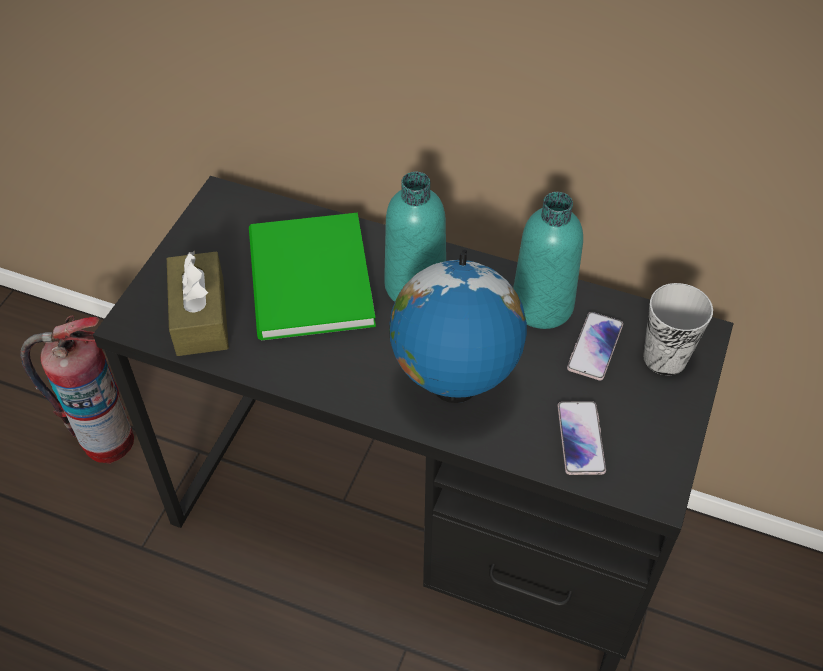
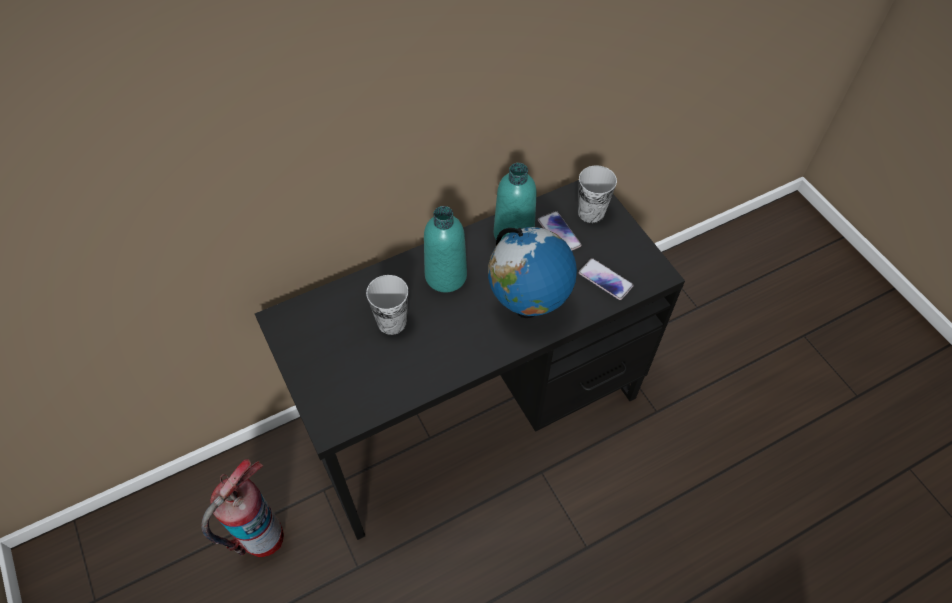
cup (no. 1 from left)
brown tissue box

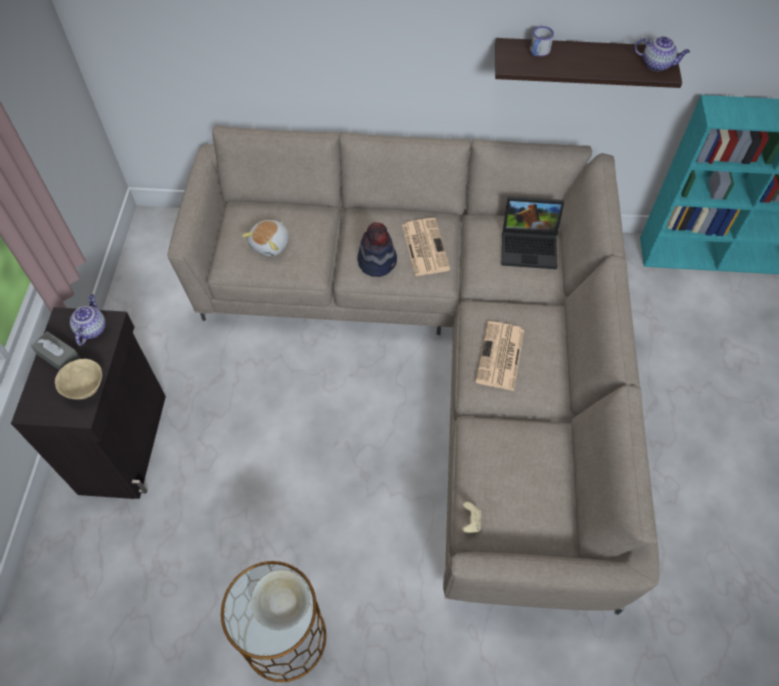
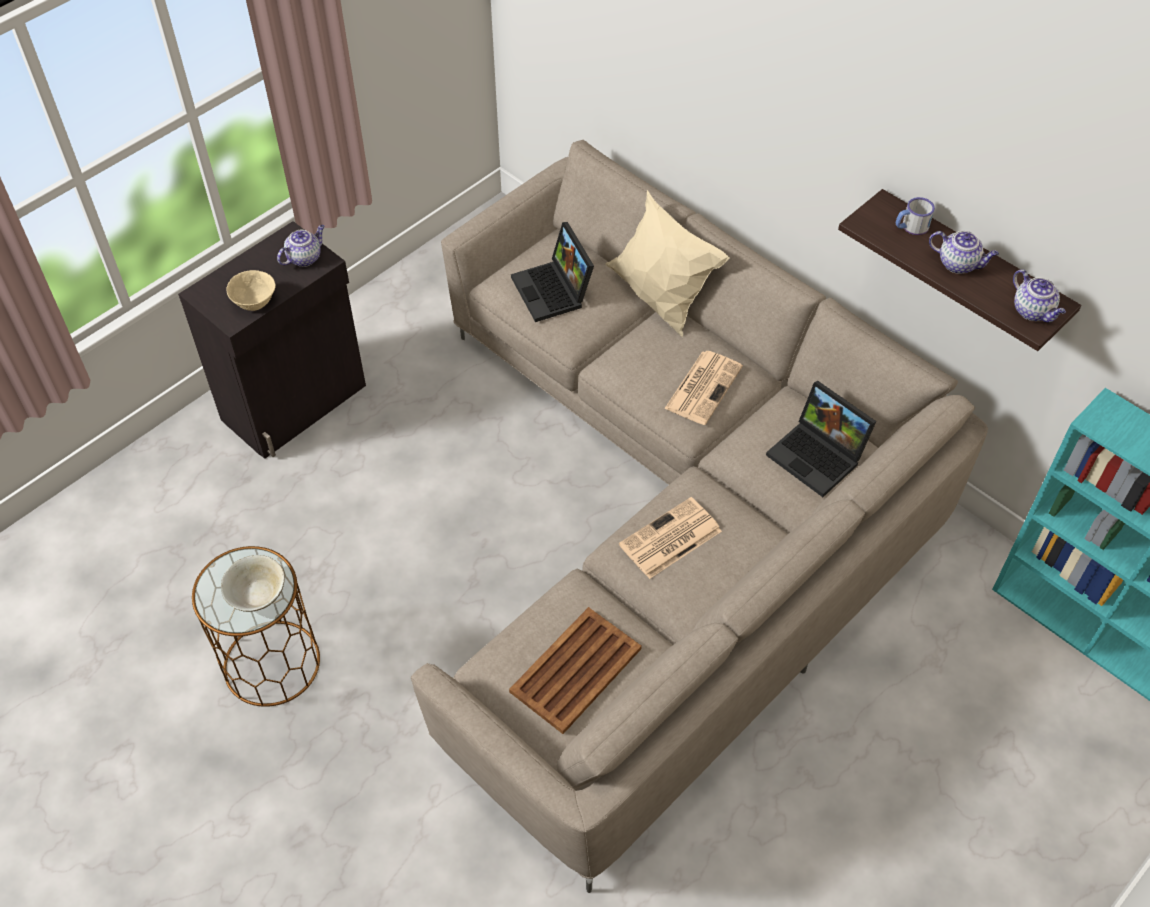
brown tray
laptop (no. 1 from left)
beige pillow
teapot (no. 2 from left)
grey tissue box
hat
beige game controller

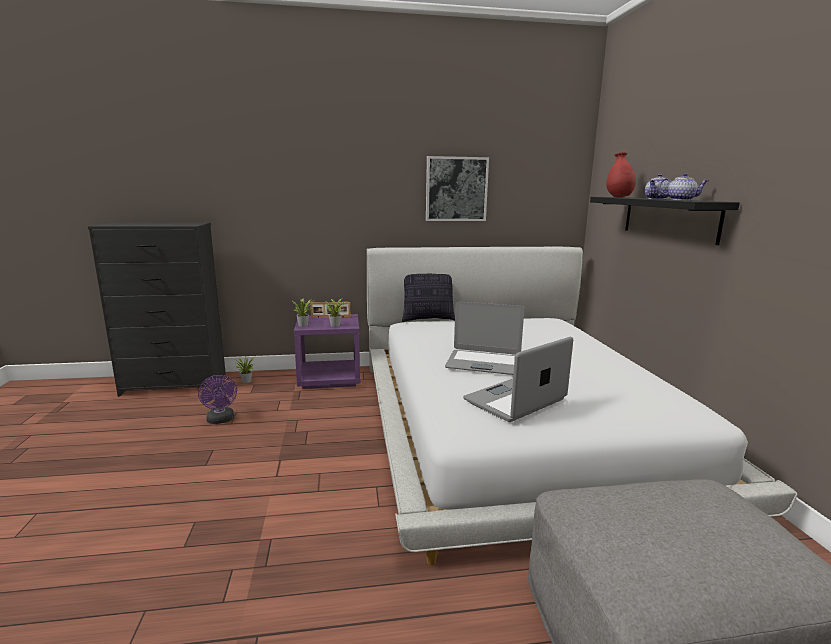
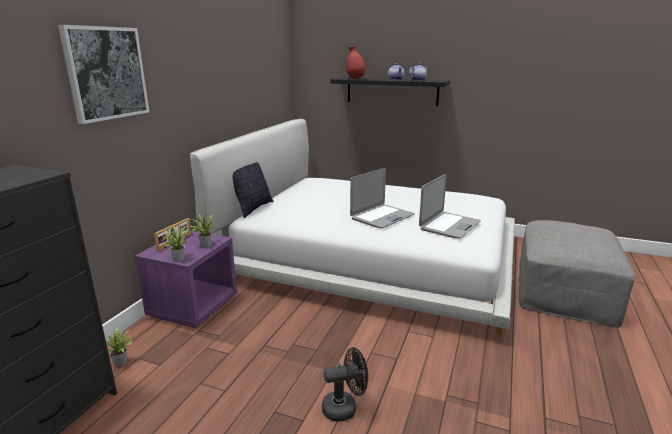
picture
black fan
laptop (no. 2 from left)
purple fan

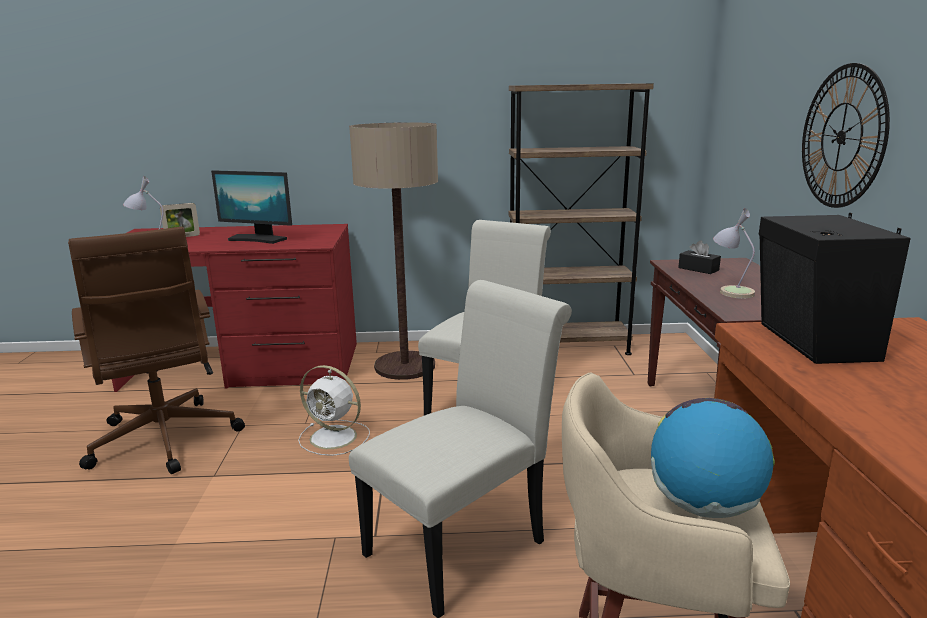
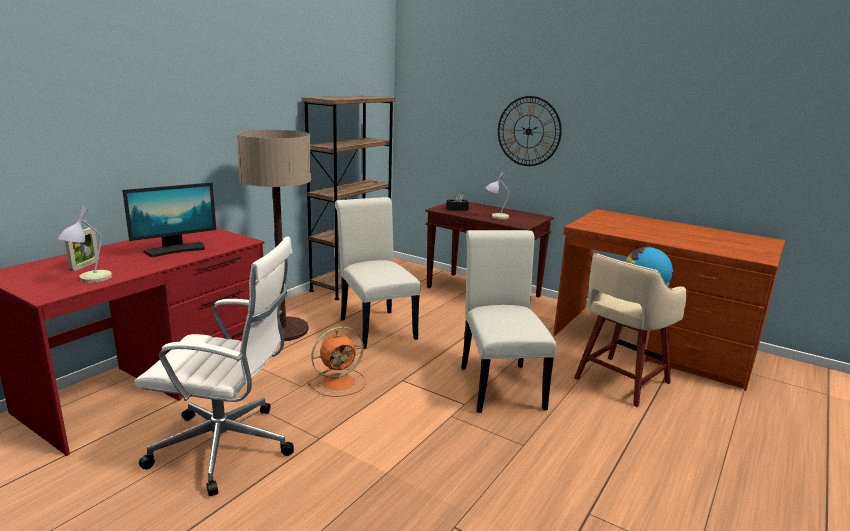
white office chair
orange fan
black speaker

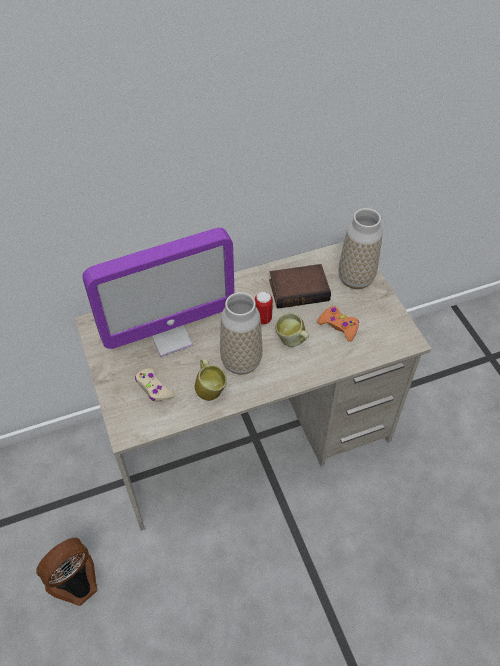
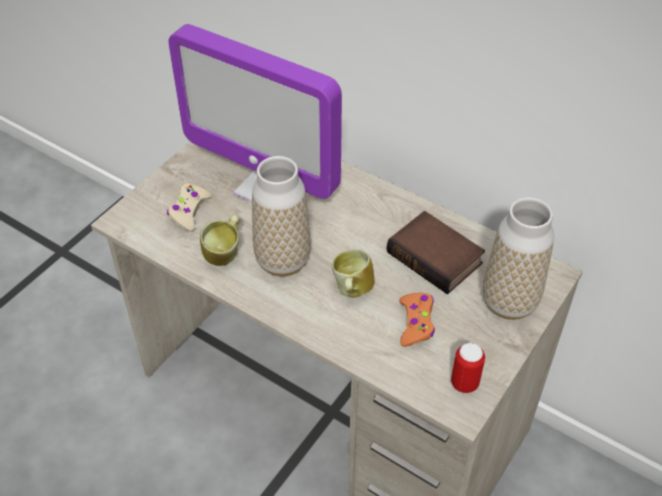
can
fan

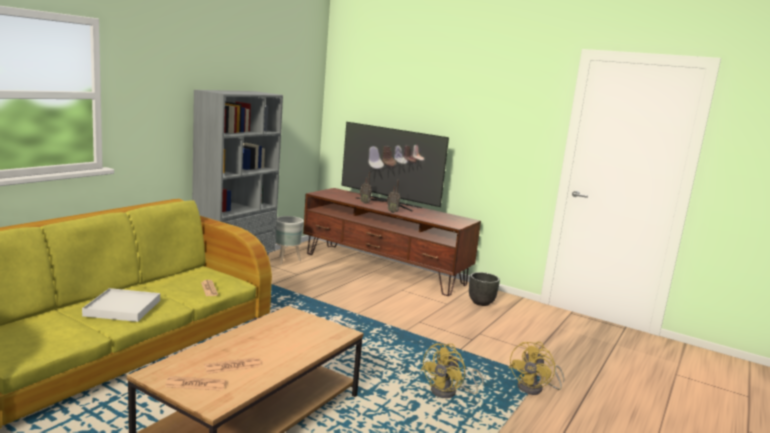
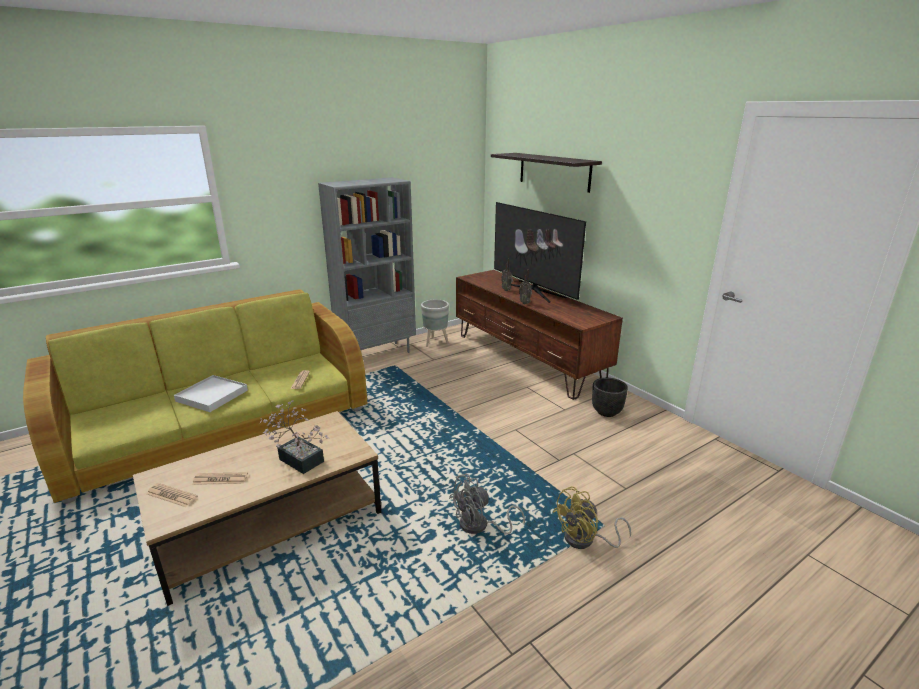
potted plant
grey fan
shelf

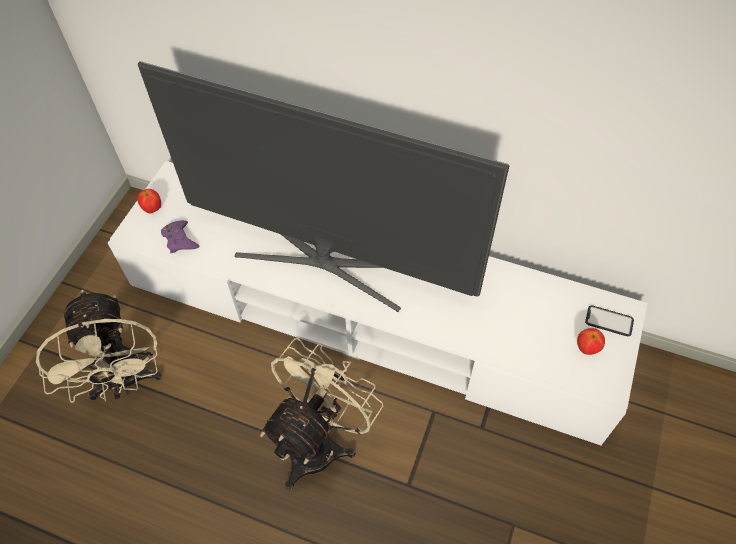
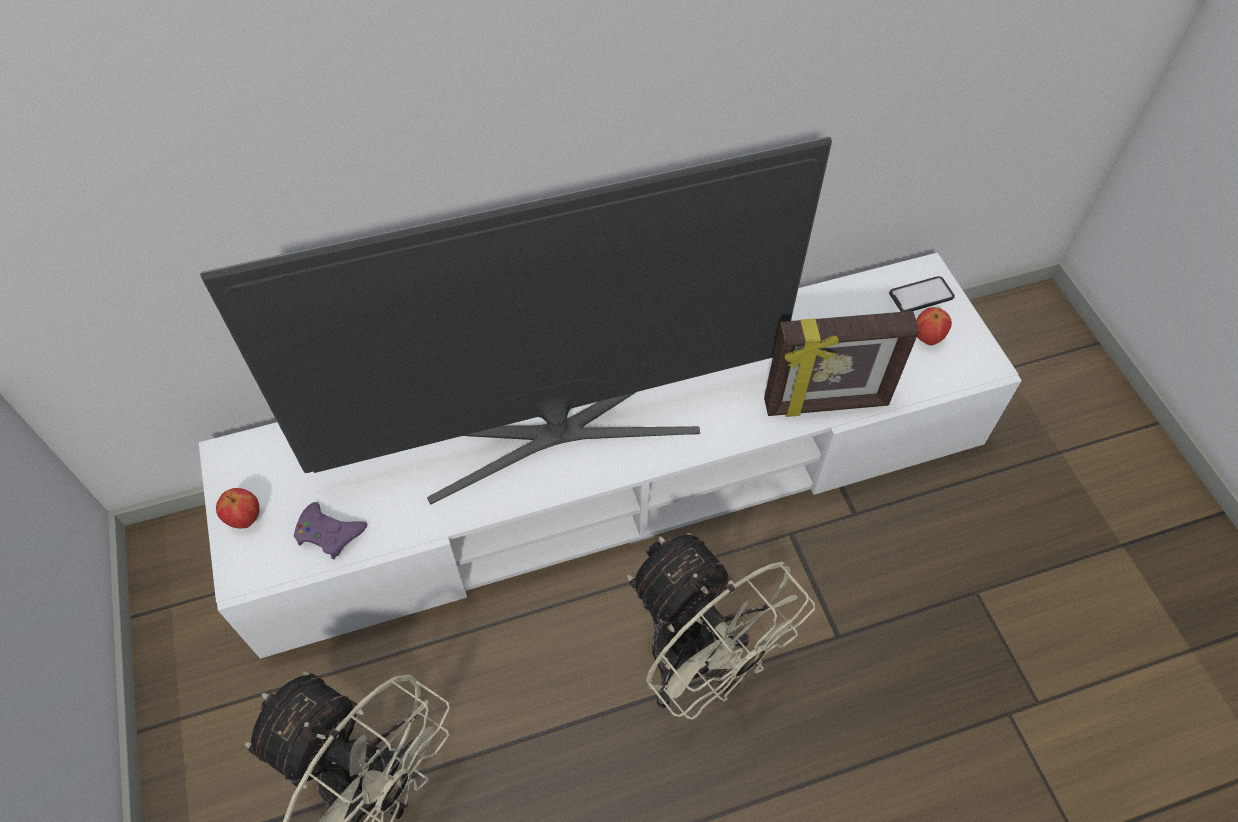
beige fan (no. 2 from left)
picture frame

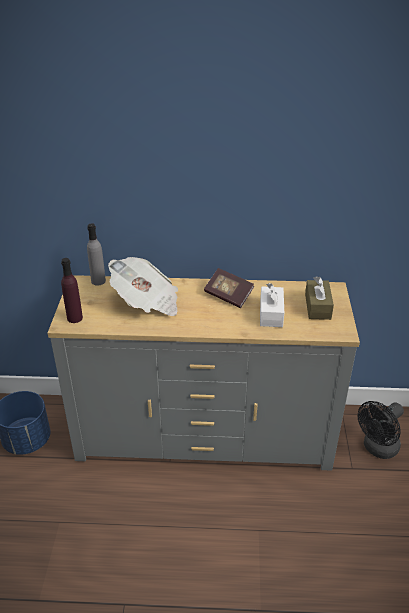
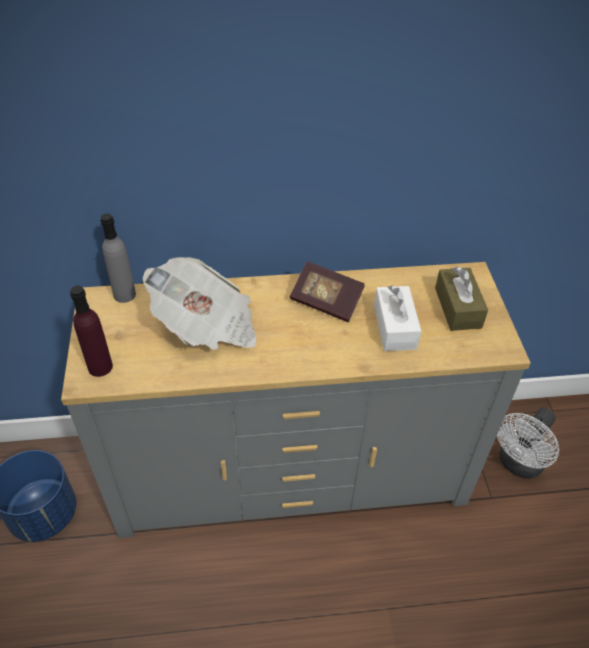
white fan

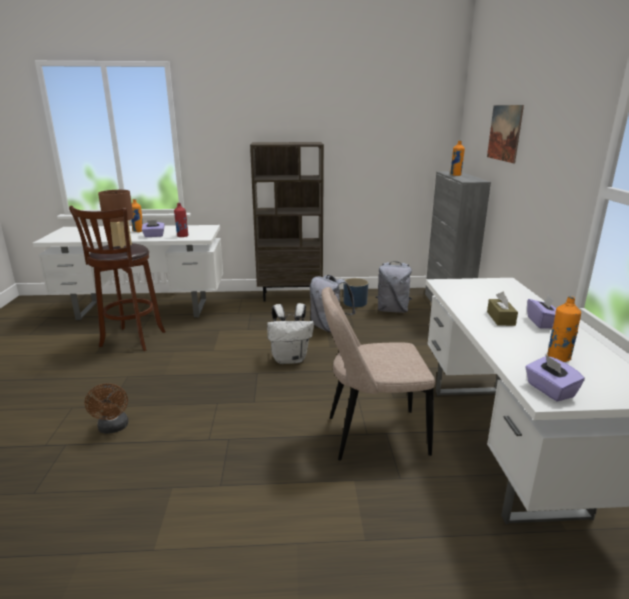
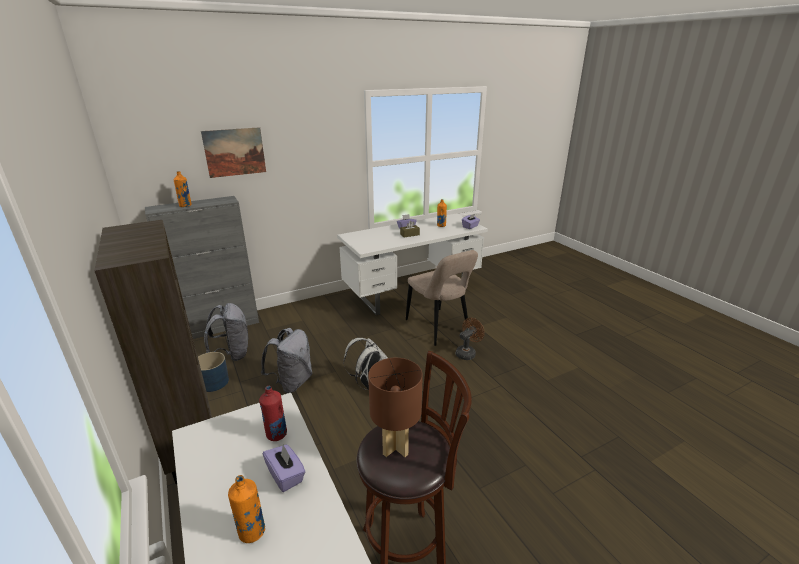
brown fan

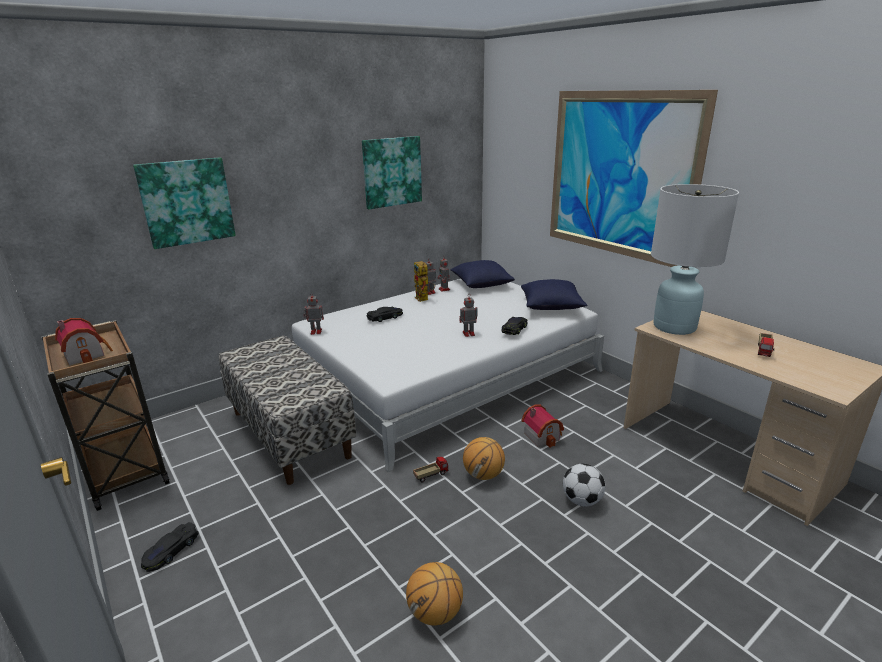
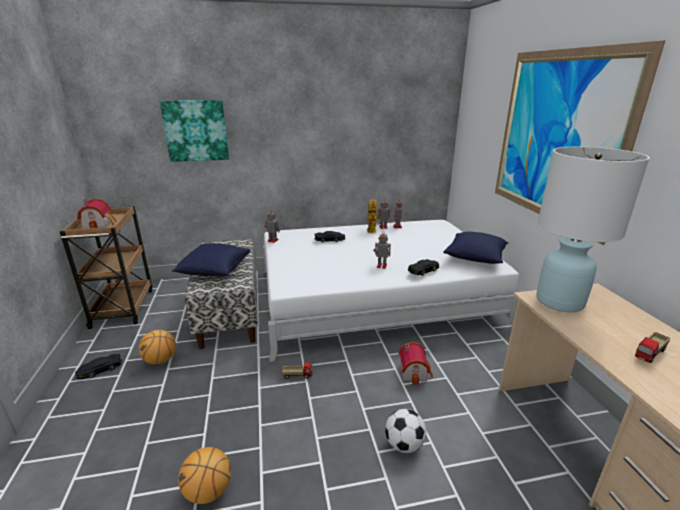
basketball (no. 1 from left)
blue pillow (no. 1 from left)
picture (no. 2 from left in the first image)

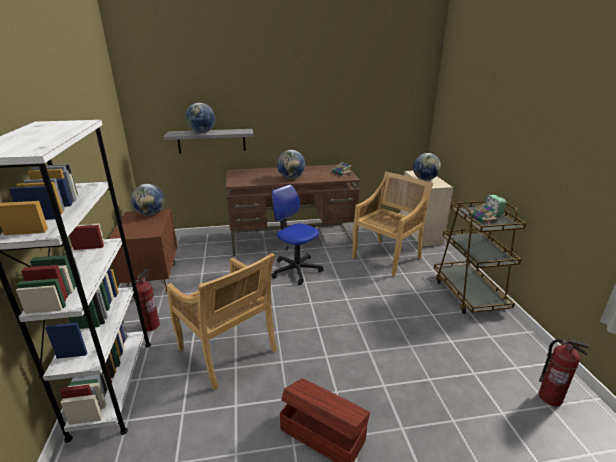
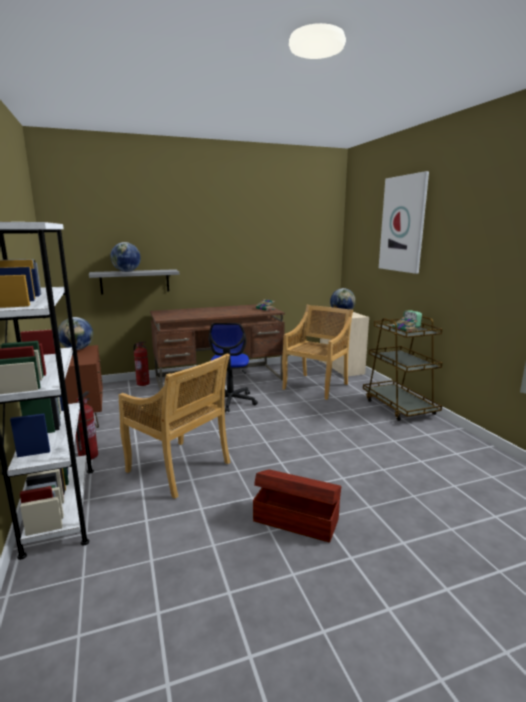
fire extinguisher (no. 2 from left)
office chair
picture
globe (no. 3 from left in the first image)

